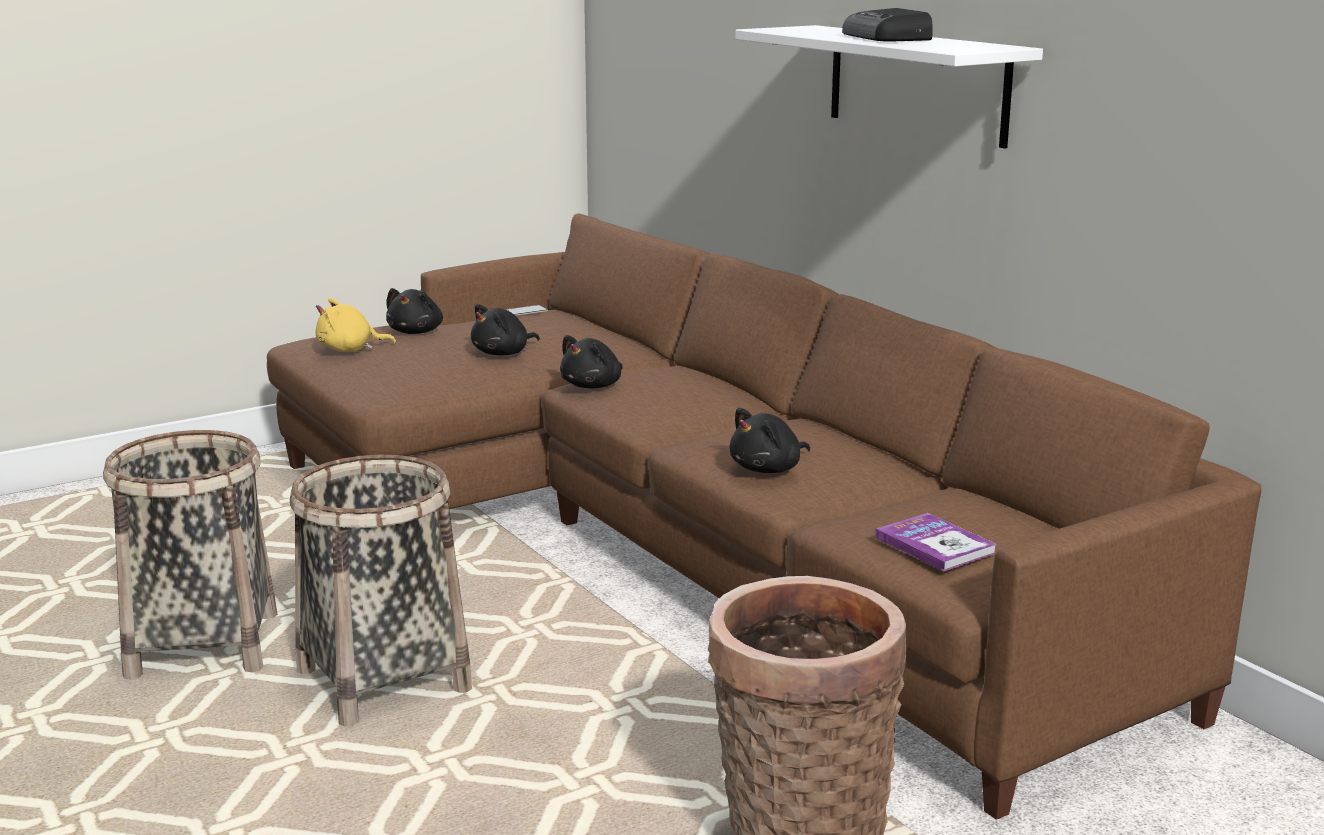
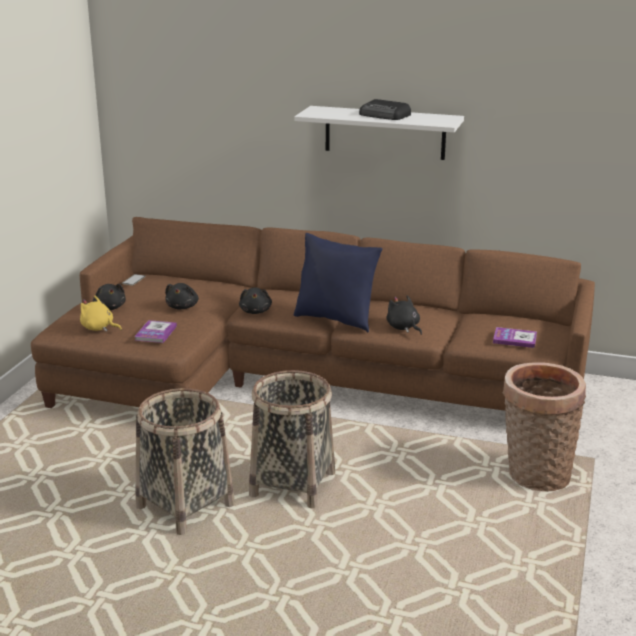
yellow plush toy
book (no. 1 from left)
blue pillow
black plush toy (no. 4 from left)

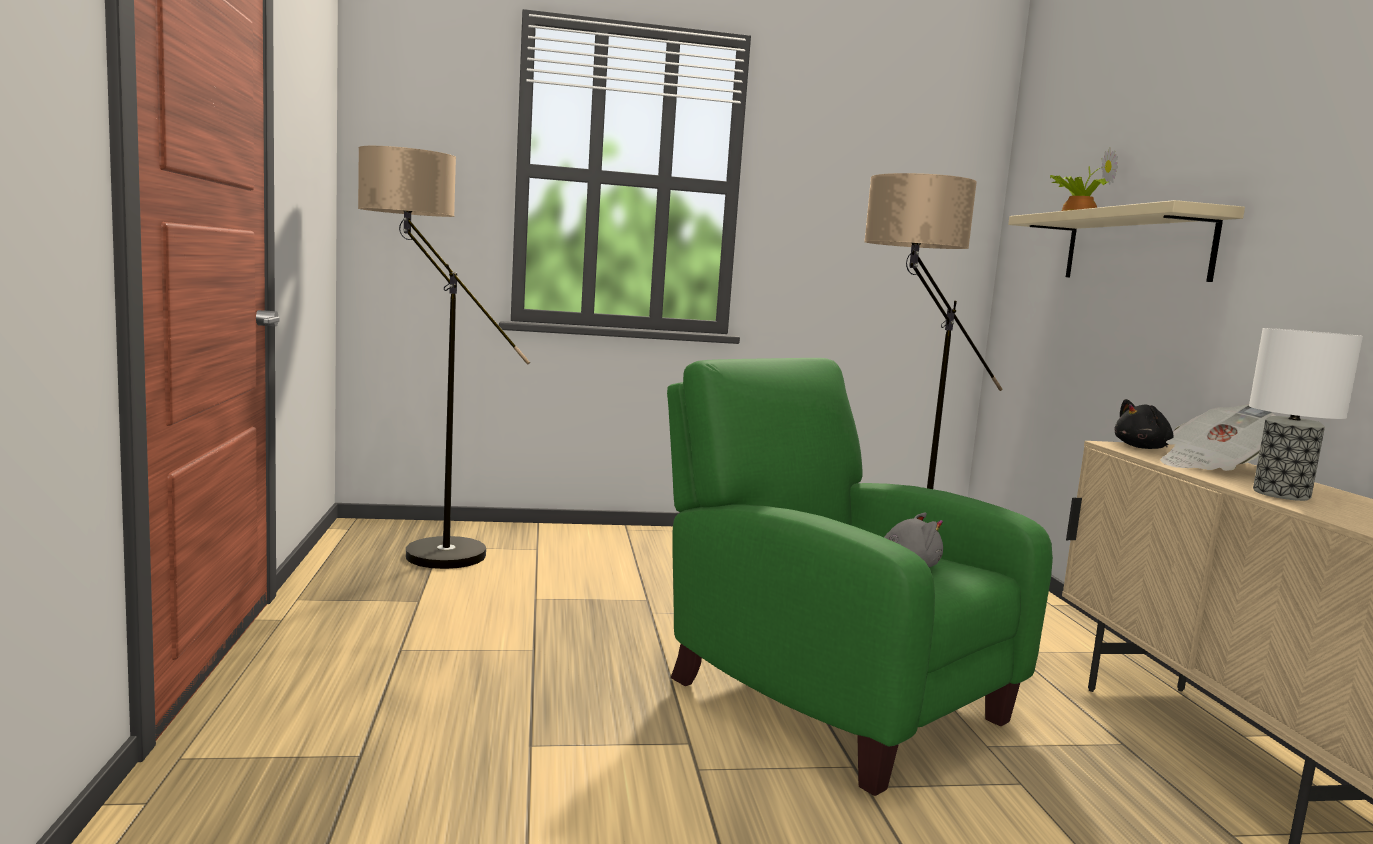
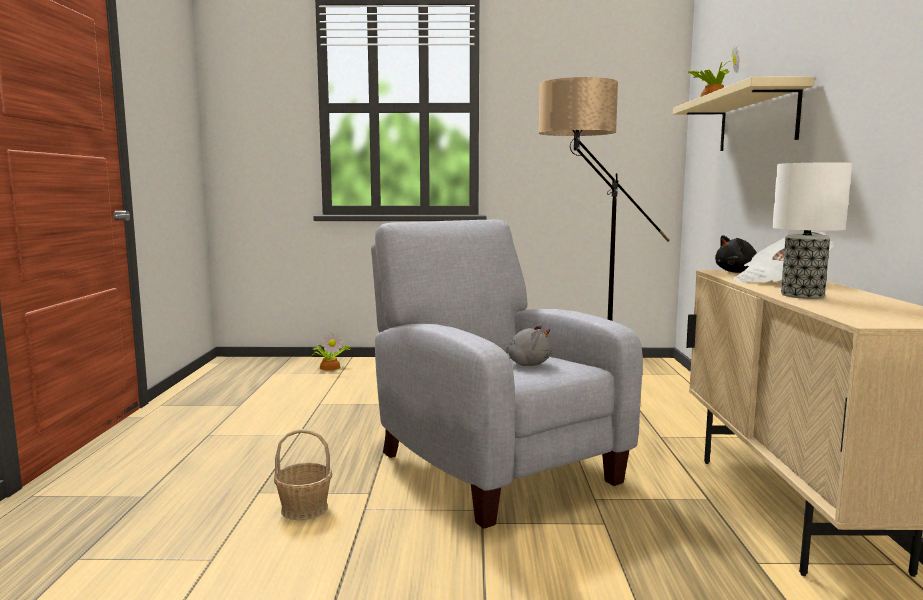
basket
potted plant (no. 1 from left)
grey armchair
floor lamp (no. 1 from left in the first image)

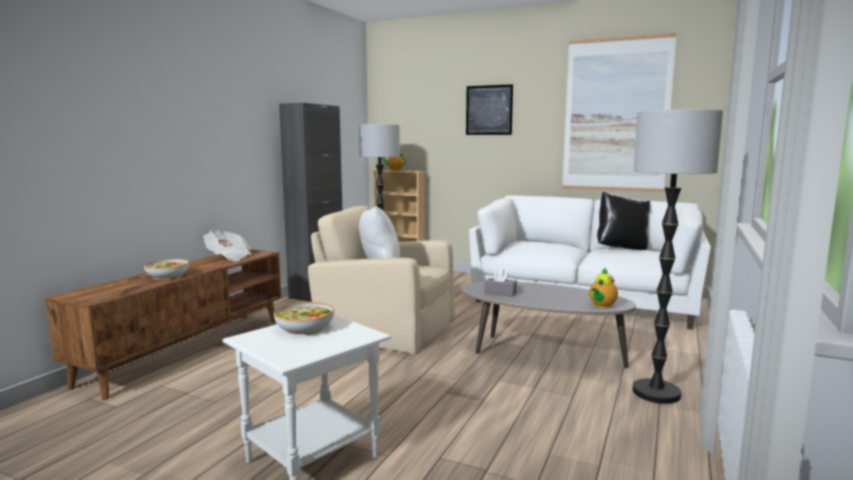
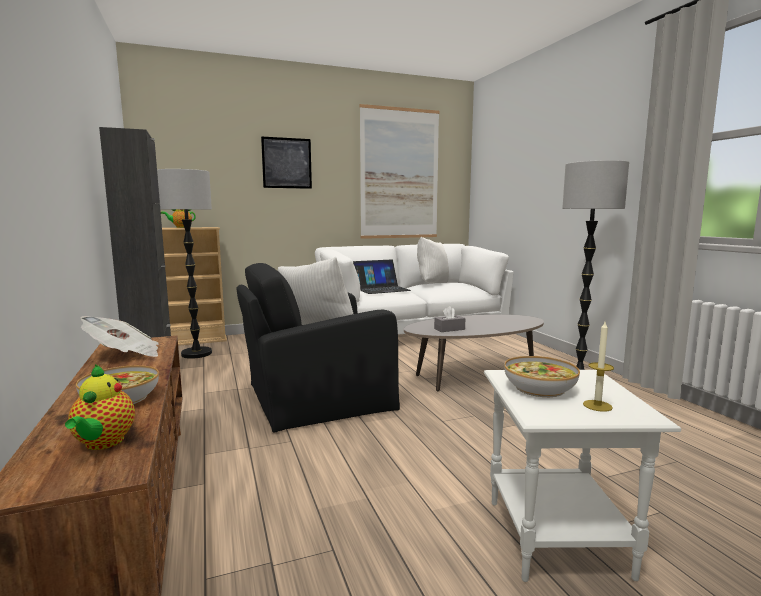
teapot (no. 1 from left)
black armchair
laptop
white pillow (no. 2 from left)
candle

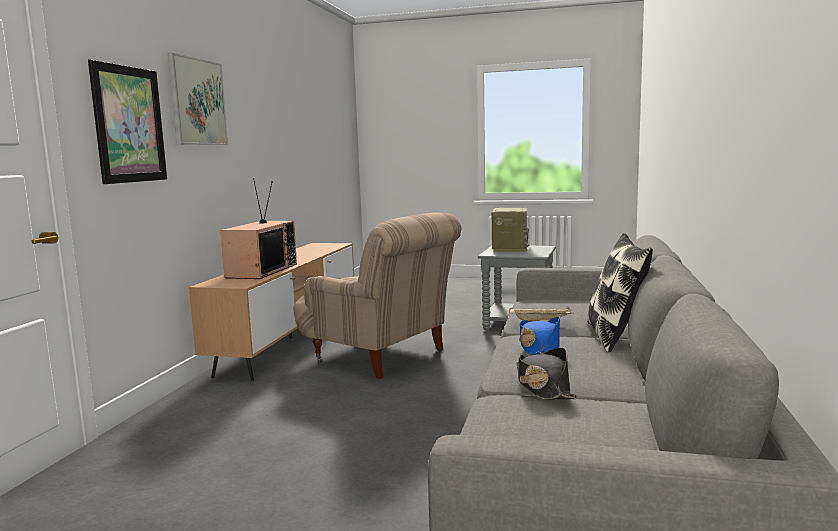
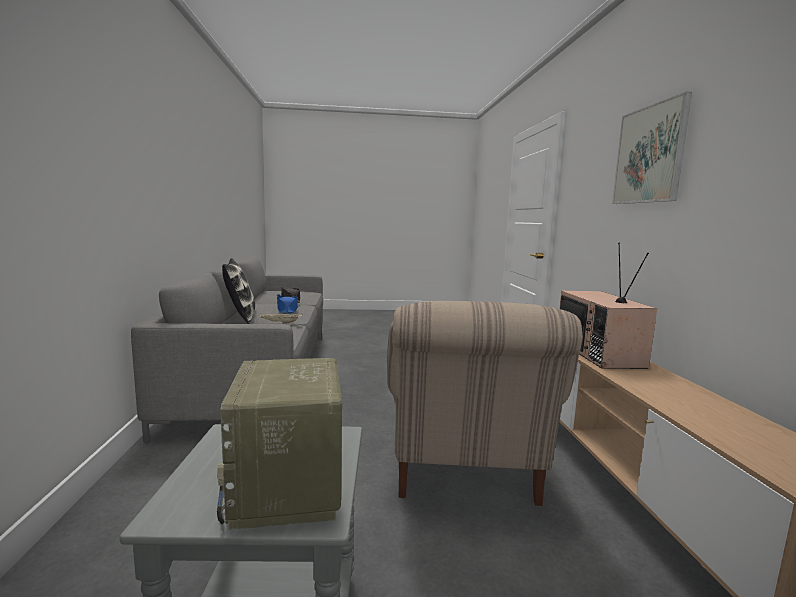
beige armchair
picture (no. 1 from left in the first image)

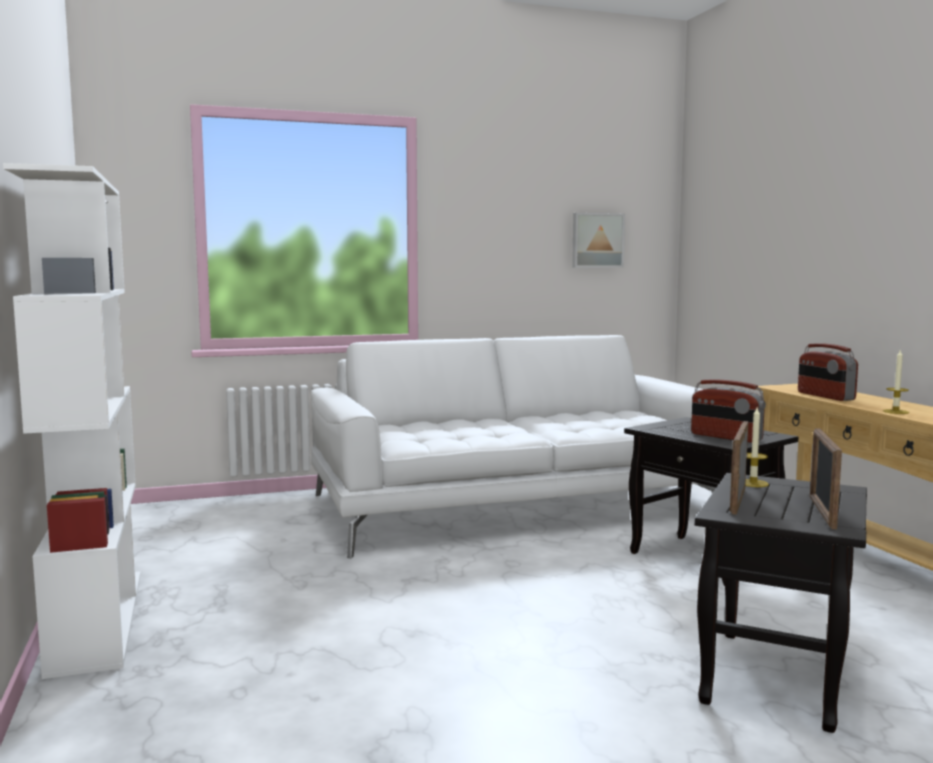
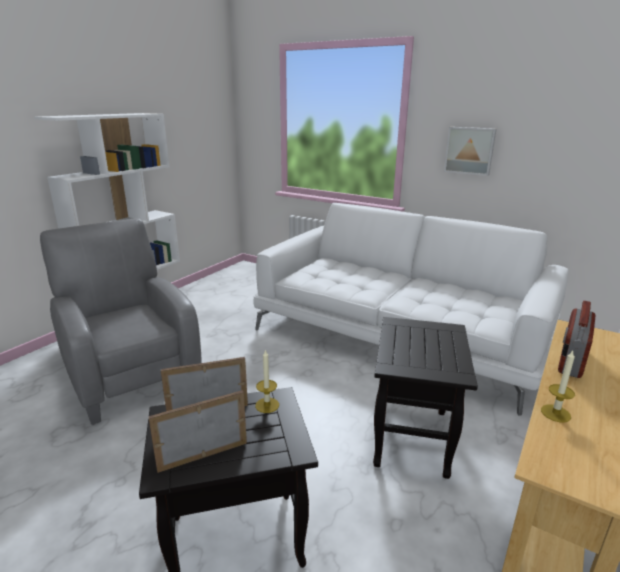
grey armchair
picture
radio (no. 1 from left in the first image)

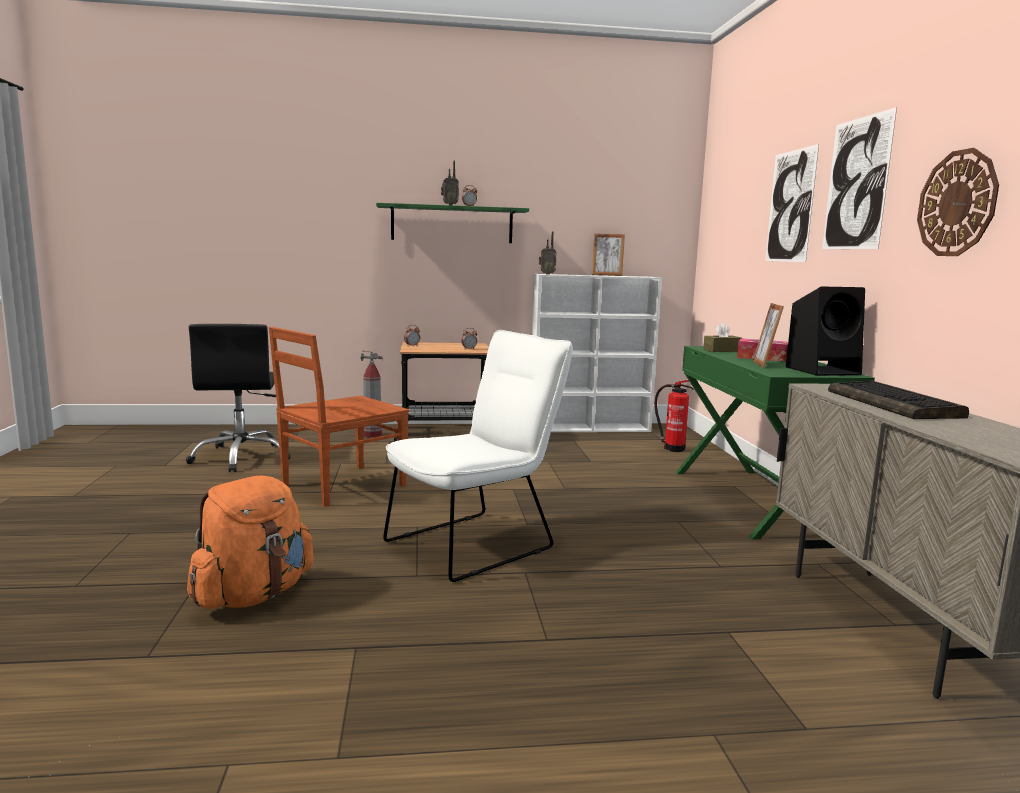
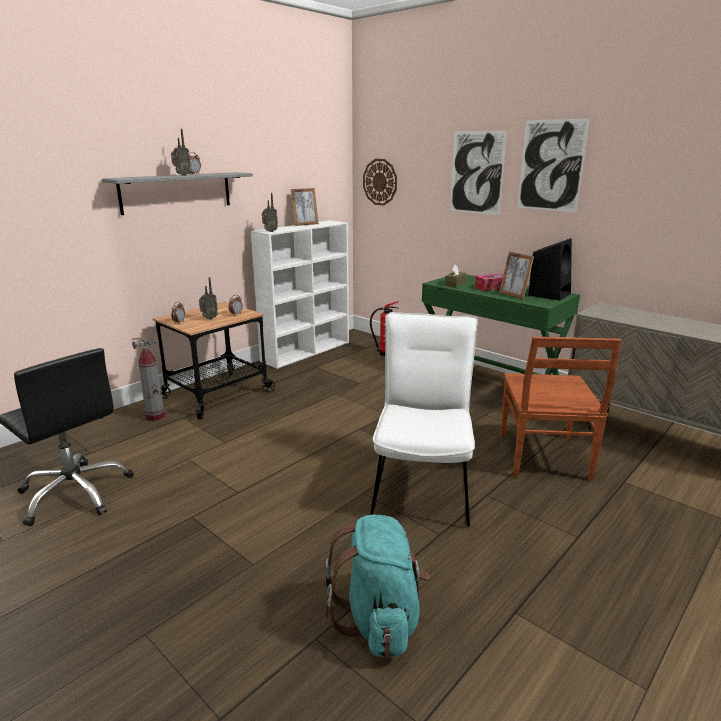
grey shelf
radio (no. 2 from left)
turquoise backpack
wall clock
brown chair
keyboard

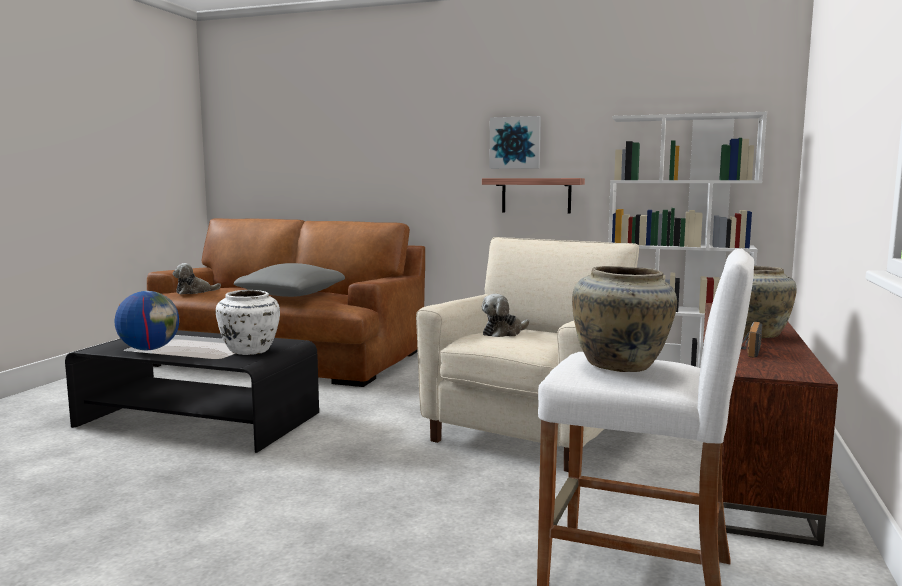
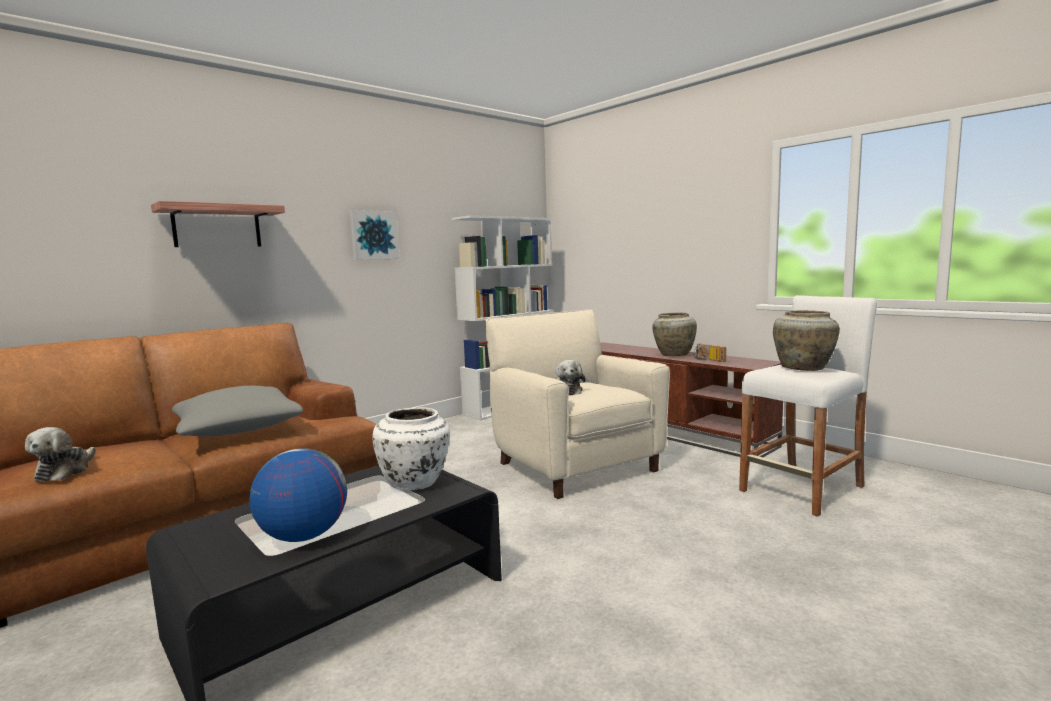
shelf

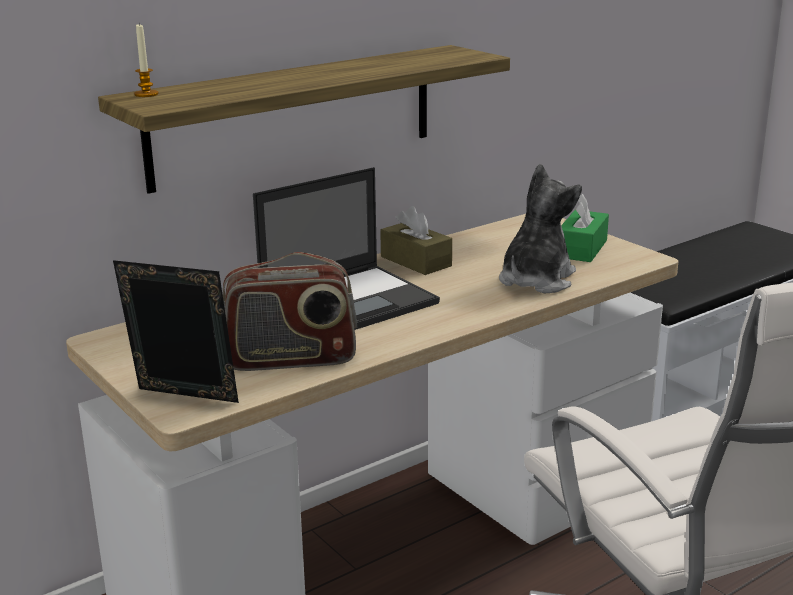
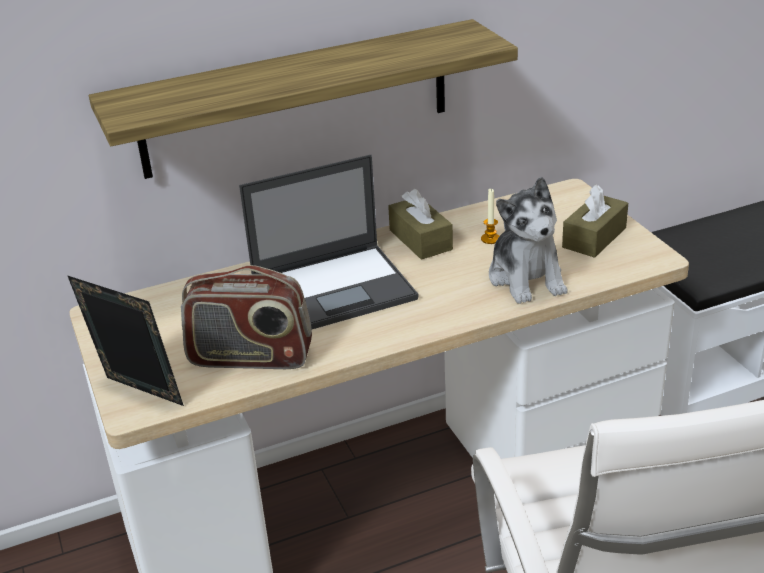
candle
plush toy
brown tissue box (no. 2 from left)

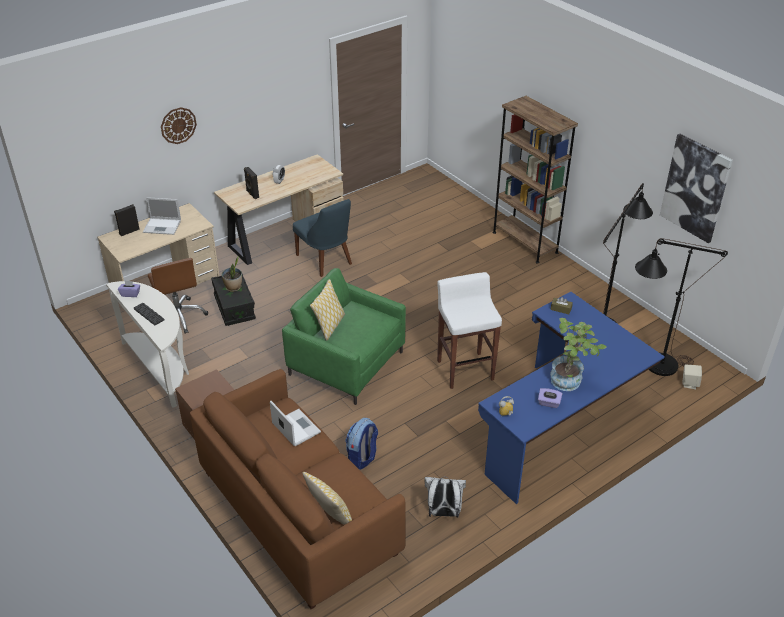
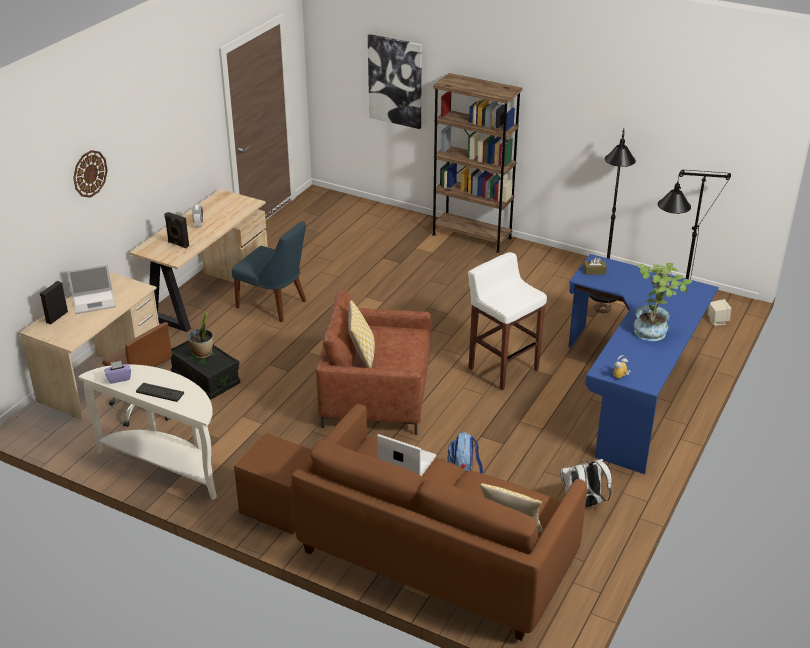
brown armchair
picture
purple tissue box (no. 2 from left in the first image)

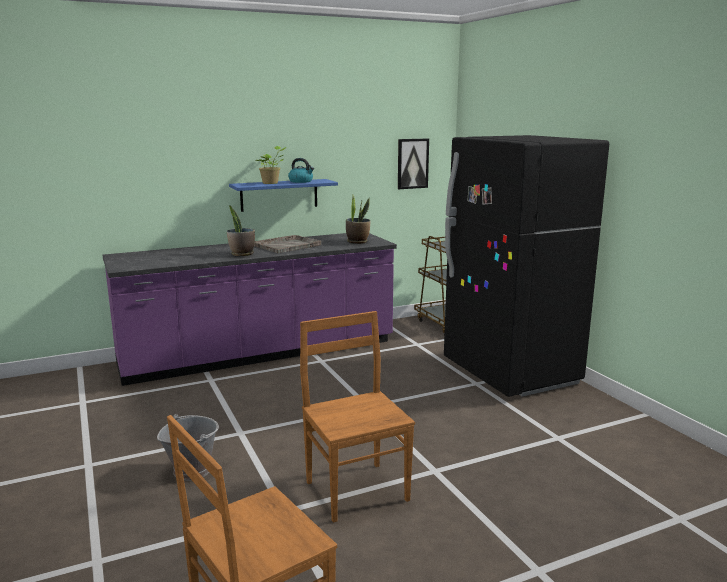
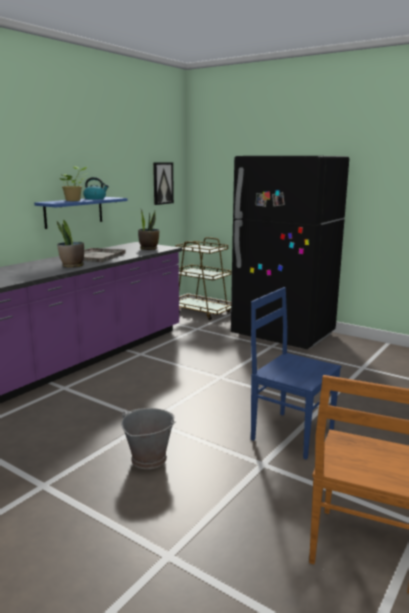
blue chair

